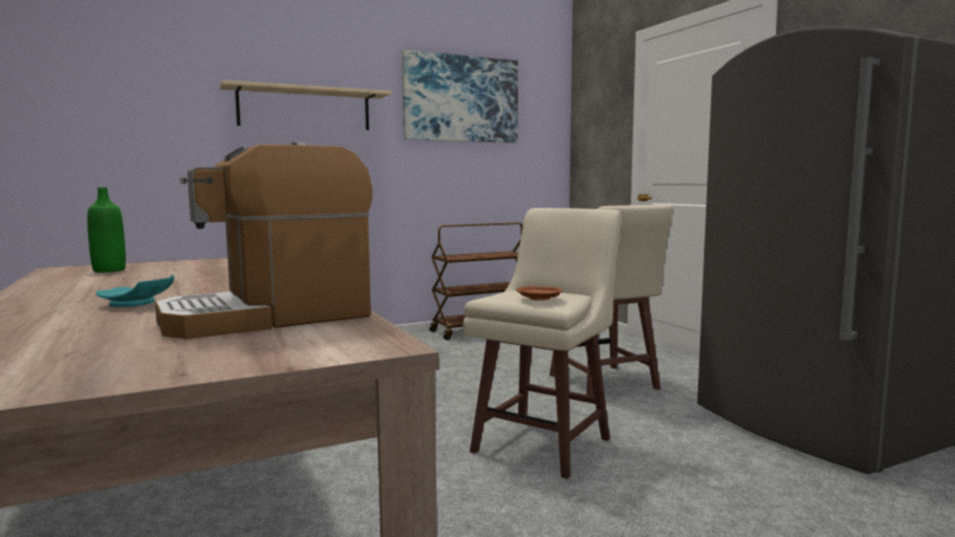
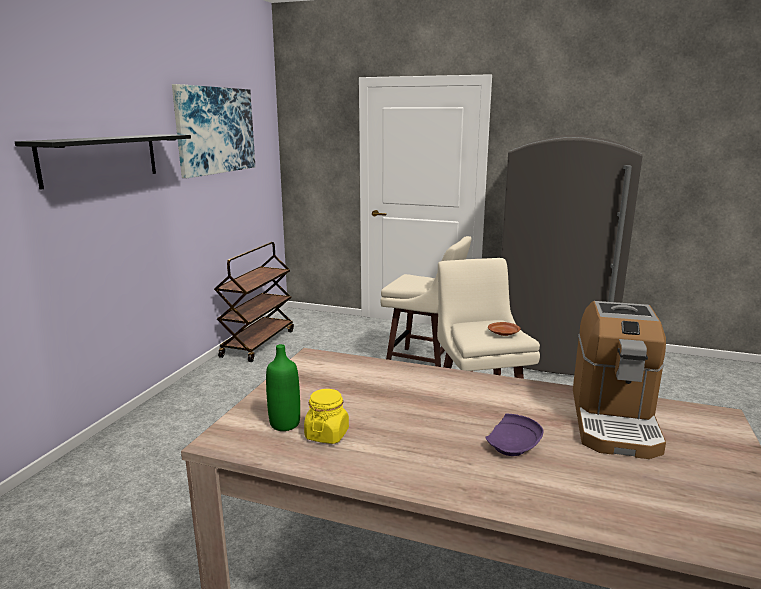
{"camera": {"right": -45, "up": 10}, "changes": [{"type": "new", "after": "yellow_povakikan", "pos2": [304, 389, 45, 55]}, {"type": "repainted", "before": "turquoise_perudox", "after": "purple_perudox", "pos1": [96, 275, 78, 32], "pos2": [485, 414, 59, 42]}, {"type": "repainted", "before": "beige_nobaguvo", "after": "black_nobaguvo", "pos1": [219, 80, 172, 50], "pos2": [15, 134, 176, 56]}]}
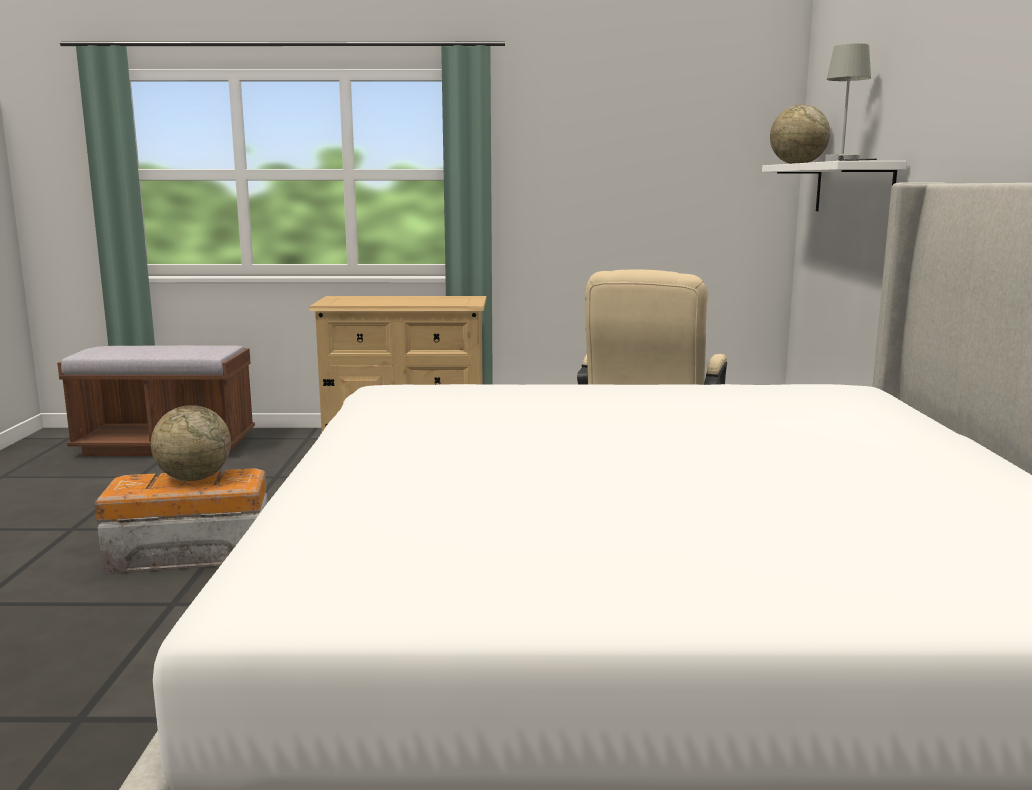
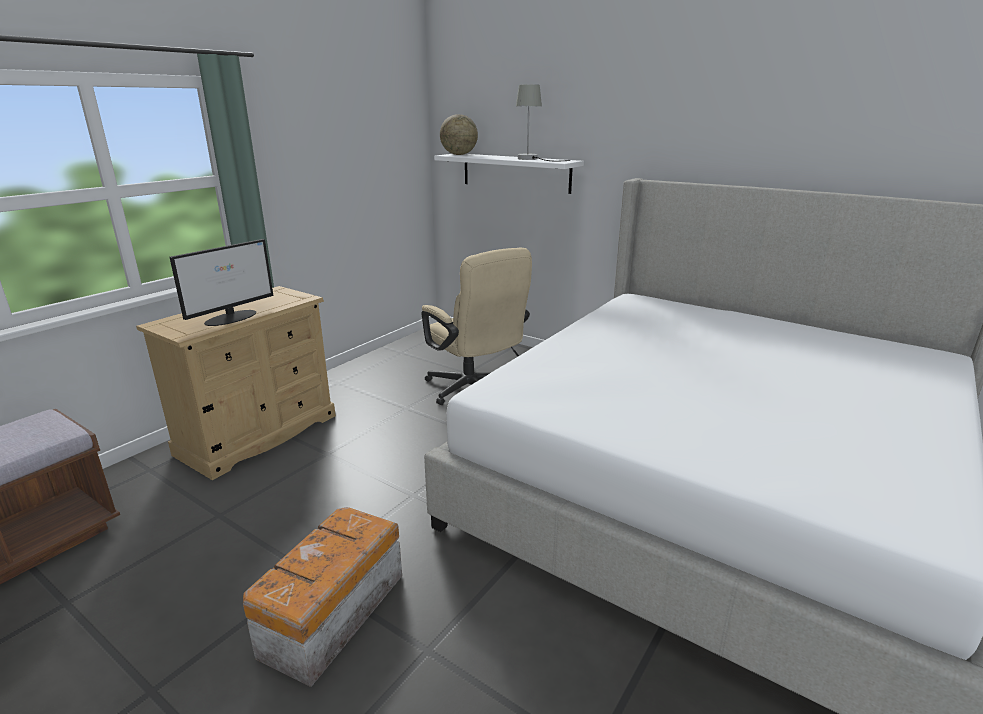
{"camera": {"right": -55, "up": 10}, "changes": [{"type": "gone", "before": "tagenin", "pos1": [151, 405, 80, 76]}, {"type": "new", "after": "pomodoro", "pos2": [170, 239, 104, 87]}]}
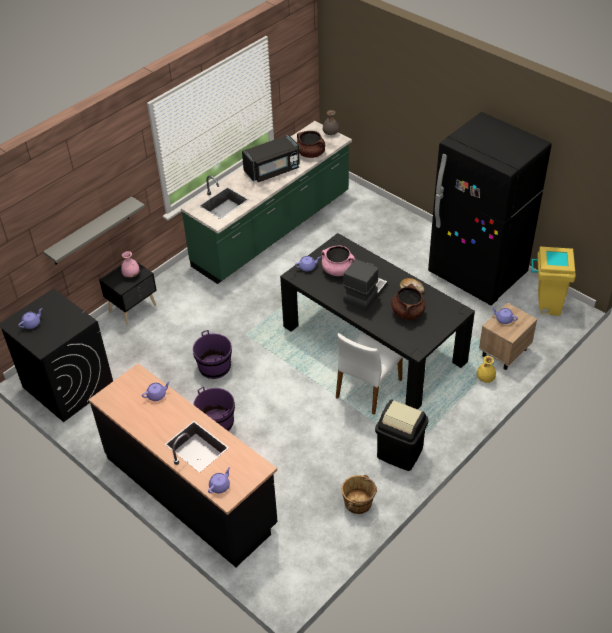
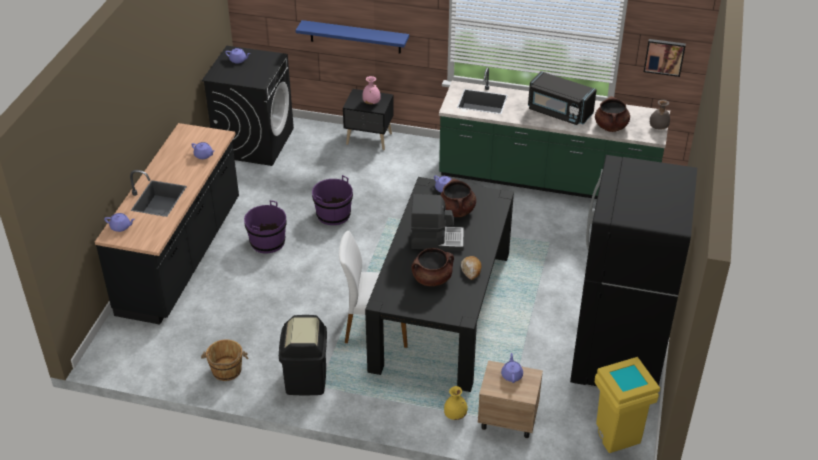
{"camera": {"right": 60, "up": -5}, "changes": [{"type": "new", "after": "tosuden", "pos2": [644, 39, 42, 38]}, {"type": "repainted", "before": "grey_nobaguvo", "after": "blue_nobaguvo", "pos1": [43, 196, 102, 69], "pos2": [295, 20, 114, 34]}, {"type": "repainted", "before": "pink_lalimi", "after": "brown_lalimi", "pos1": [321, 245, 35, 31], "pos2": [440, 178, 36, 39]}]}
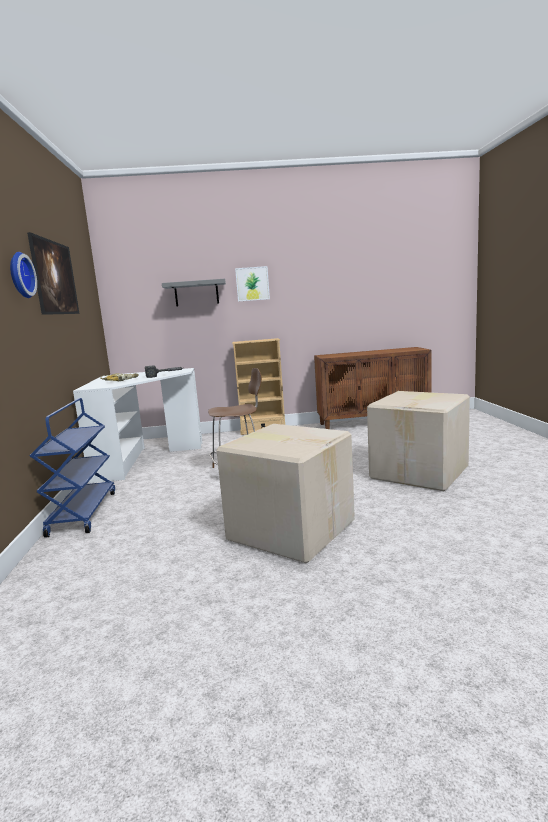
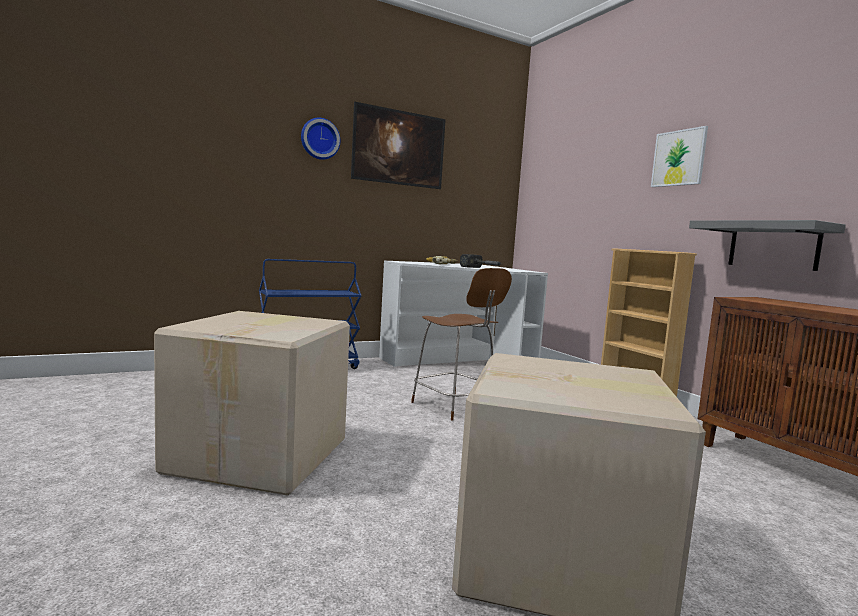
{"camera": {"right": 65, "up": -5}, "changes": [{"type": "shifted", "before": "grey_nobaguvo", "pos1": [162, 279, 64, 28], "pos2": [689, 220, 157, 51]}]}
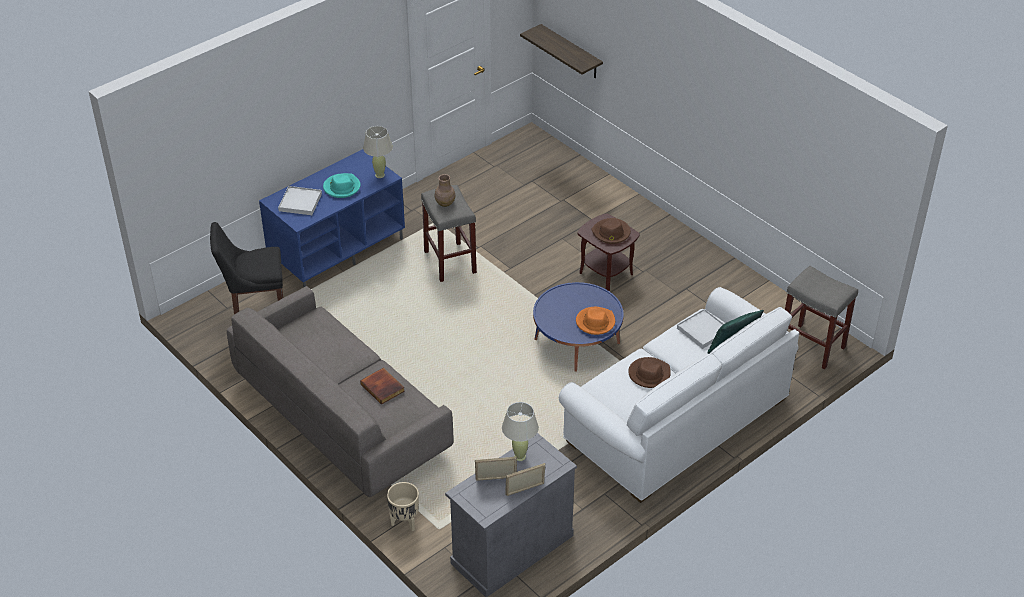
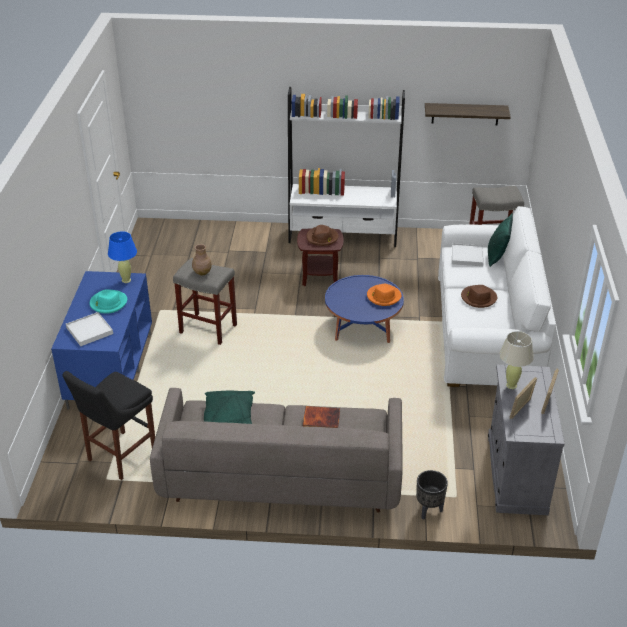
{"camera": {"right": -45, "up": -5}, "changes": [{"type": "new", "after": "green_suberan", "pos2": [204, 391, 51, 33]}, {"type": "new", "after": "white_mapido", "pos2": [288, 87, 117, 160]}, {"type": "shifted", "before": "nobaguvo", "pos1": [520, 24, 83, 55], "pos2": [425, 103, 86, 23]}, {"type": "repainted", "before": "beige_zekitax", "after": "blue_zekitax", "pos1": [363, 126, 30, 52], "pos2": [108, 231, 29, 52]}, {"type": "repainted", "before": "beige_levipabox", "after": "black_levipabox", "pos1": [387, 482, 32, 50], "pos2": [416, 470, 32, 49]}]}
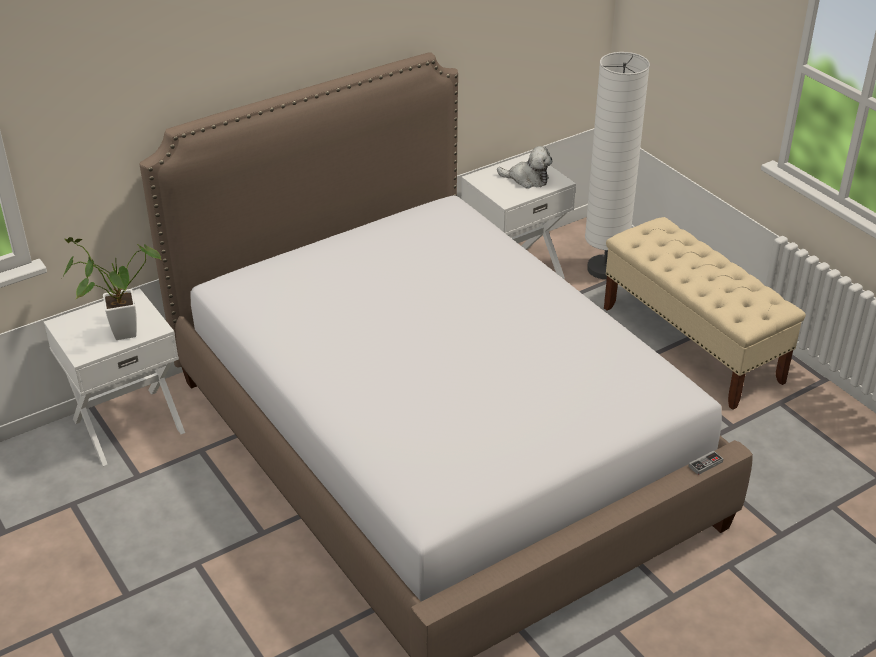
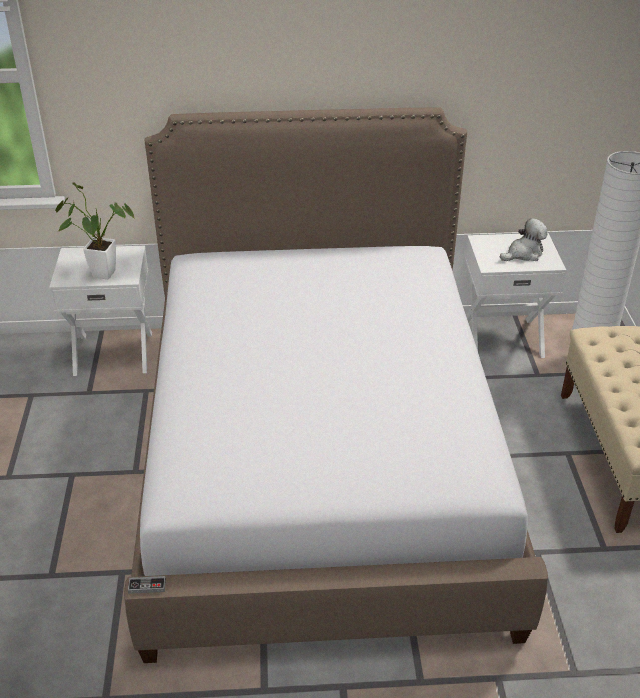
{"camera": {"right": 30, "up": 0}, "changes": [{"type": "shifted", "before": "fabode", "pos1": [688, 451, 35, 24], "pos2": [128, 576, 38, 18]}, {"type": "rotated", "before": "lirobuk", "pos1": [497, 146, 55, 42], "pos2": [500, 218, 47, 43], "turn": -75}]}
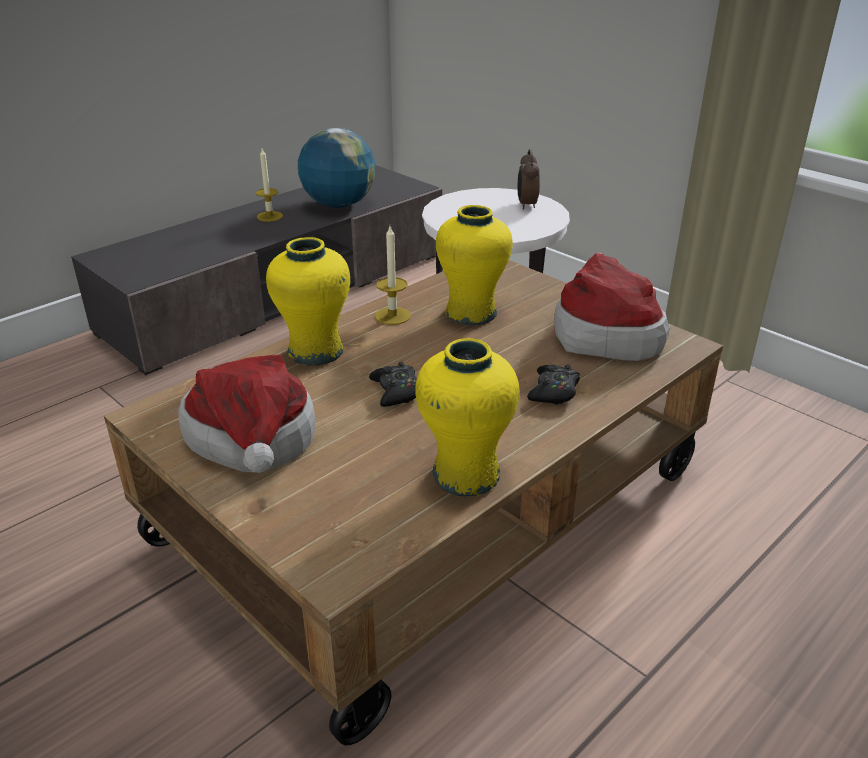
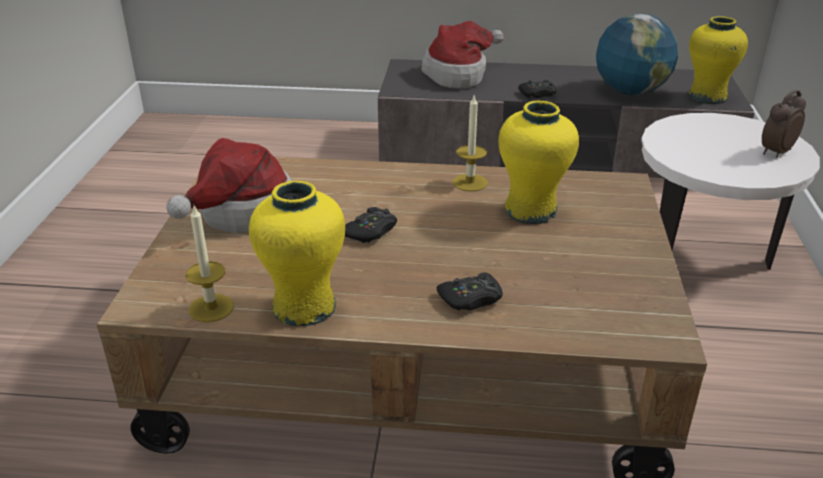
{"camera": {"right": 50, "up": 0}, "changes": [{"type": "new", "after": "black_fabode", "pos2": [518, 80, 39, 18]}, {"type": "shifted", "before": "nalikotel", "pos1": [256, 148, 27, 74], "pos2": [186, 204, 48, 118]}, {"type": "shifted", "before": "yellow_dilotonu", "pos1": [266, 237, 84, 129], "pos2": [689, 16, 59, 88]}, {"type": "shifted", "before": "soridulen", "pos1": [554, 253, 116, 108], "pos2": [422, 21, 82, 68]}]}
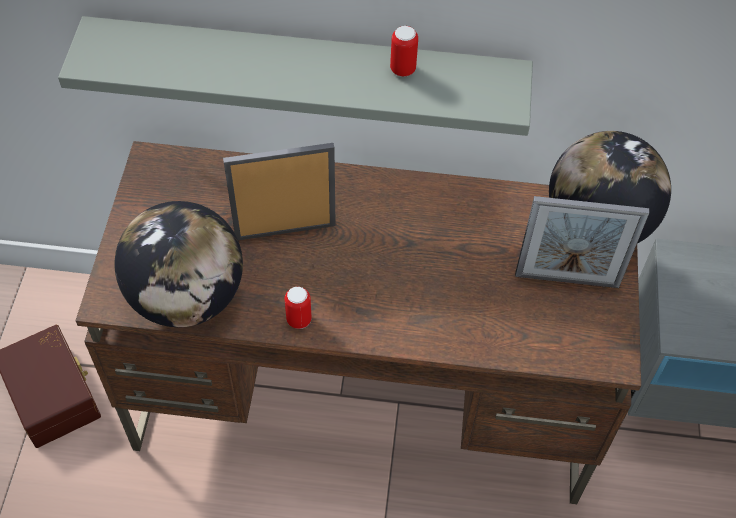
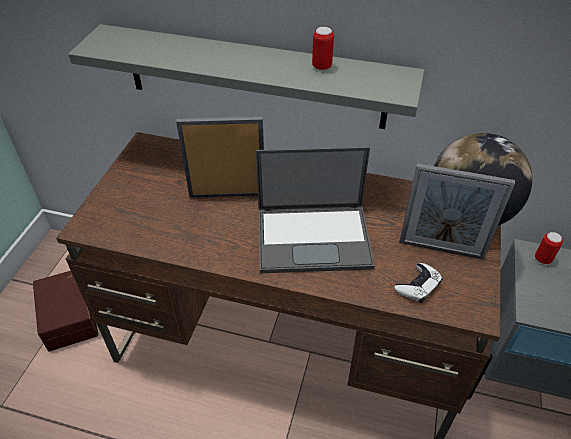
{"camera": {"right": 10, "up": -10}, "changes": [{"type": "gone", "before": "tagenin", "pos1": [114, 201, 129, 126]}, {"type": "new", "after": "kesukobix", "pos2": [256, 147, 119, 126]}, {"type": "new", "after": "white_fabode", "pos2": [394, 263, 48, 40]}, {"type": "shifted", "before": "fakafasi", "pos1": [285, 286, 27, 43], "pos2": [535, 232, 28, 33]}]}
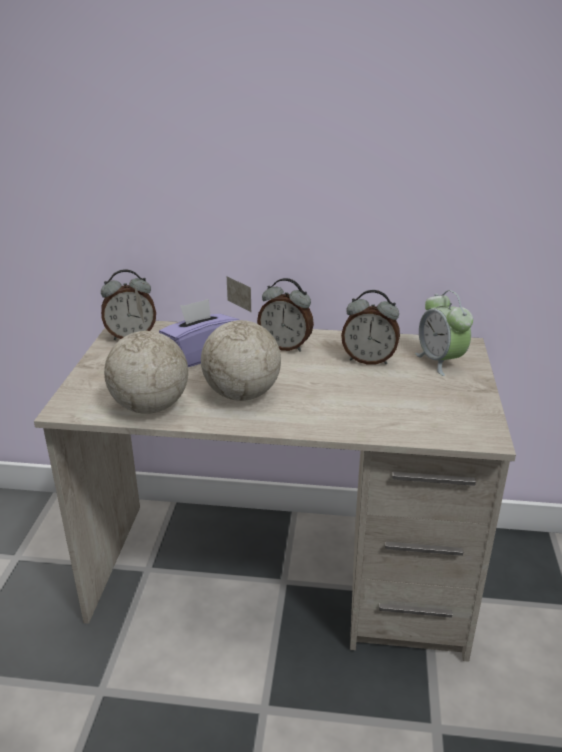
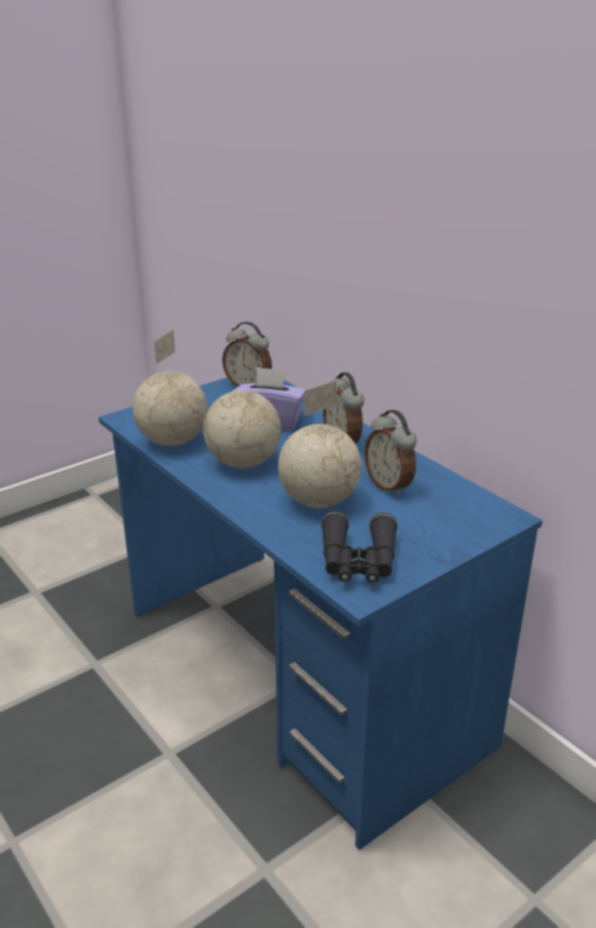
{"camera": {"right": 45, "up": 0}, "changes": [{"type": "gone", "before": "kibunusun", "pos1": [415, 290, 58, 86]}, {"type": "new", "after": "tagenin", "pos2": [278, 381, 83, 127]}, {"type": "new", "after": "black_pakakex", "pos2": [321, 511, 77, 73]}, {"type": "repainted", "before": "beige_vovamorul", "after": "blue_vovamorul", "pos1": [34, 321, 482, 341], "pos2": [99, 377, 444, 473]}]}
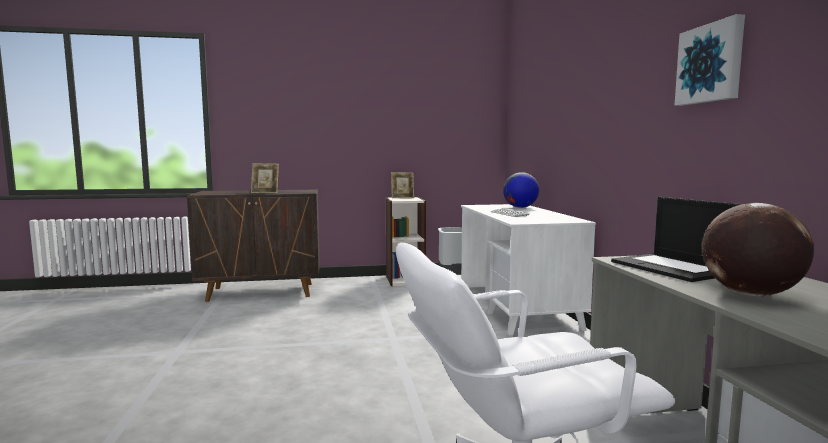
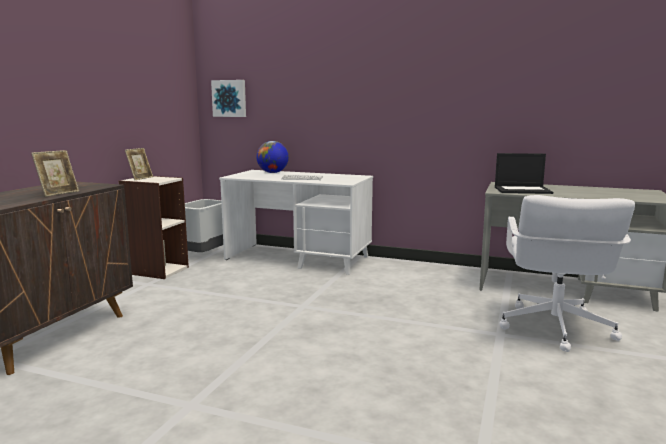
{"camera": {"right": -60, "up": 5}, "changes": [{"type": "gone", "before": "tagenin", "pos1": [702, 203, 112, 93]}, {"type": "shifted", "before": "tosuden", "pos1": [675, 14, 70, 92], "pos2": [211, 80, 35, 37]}]}
